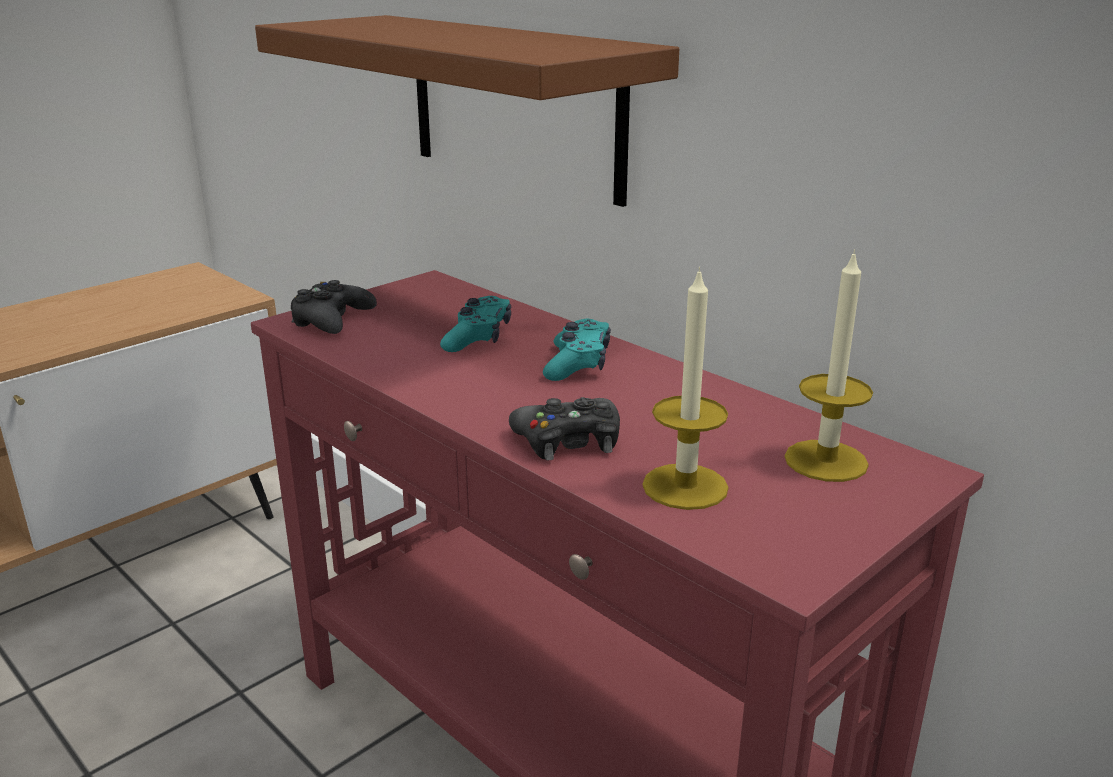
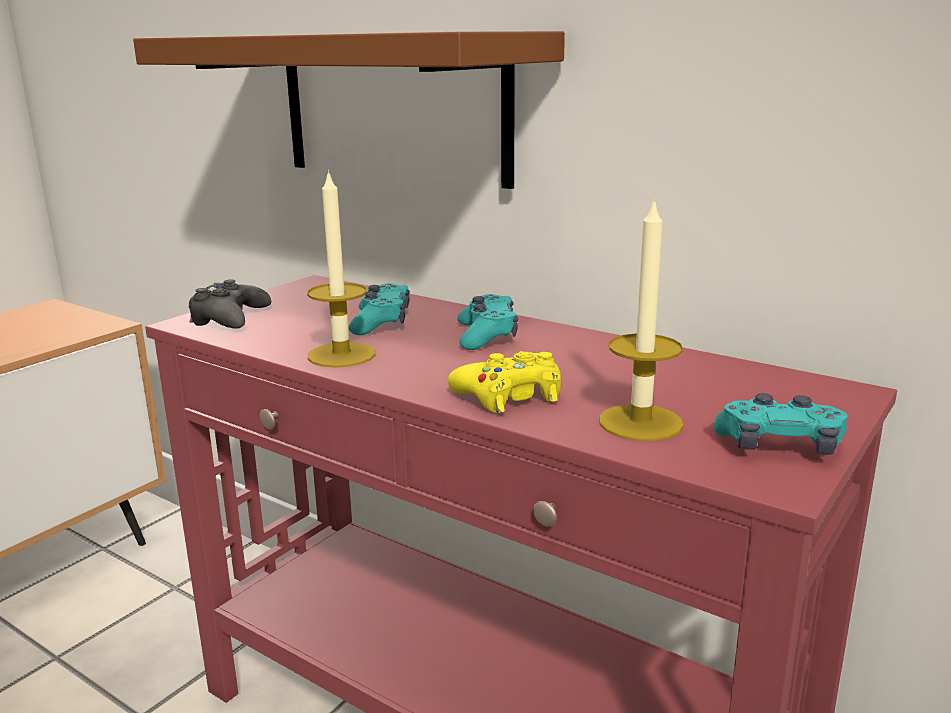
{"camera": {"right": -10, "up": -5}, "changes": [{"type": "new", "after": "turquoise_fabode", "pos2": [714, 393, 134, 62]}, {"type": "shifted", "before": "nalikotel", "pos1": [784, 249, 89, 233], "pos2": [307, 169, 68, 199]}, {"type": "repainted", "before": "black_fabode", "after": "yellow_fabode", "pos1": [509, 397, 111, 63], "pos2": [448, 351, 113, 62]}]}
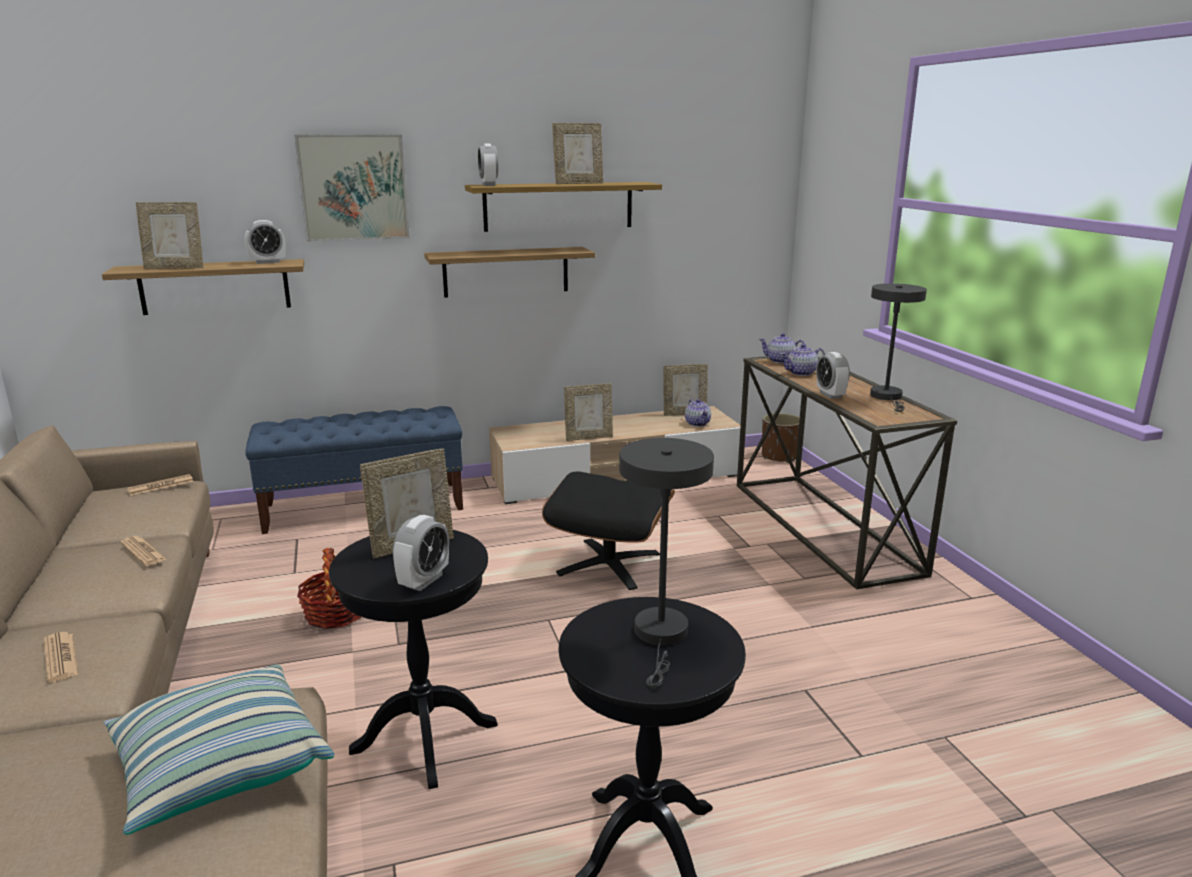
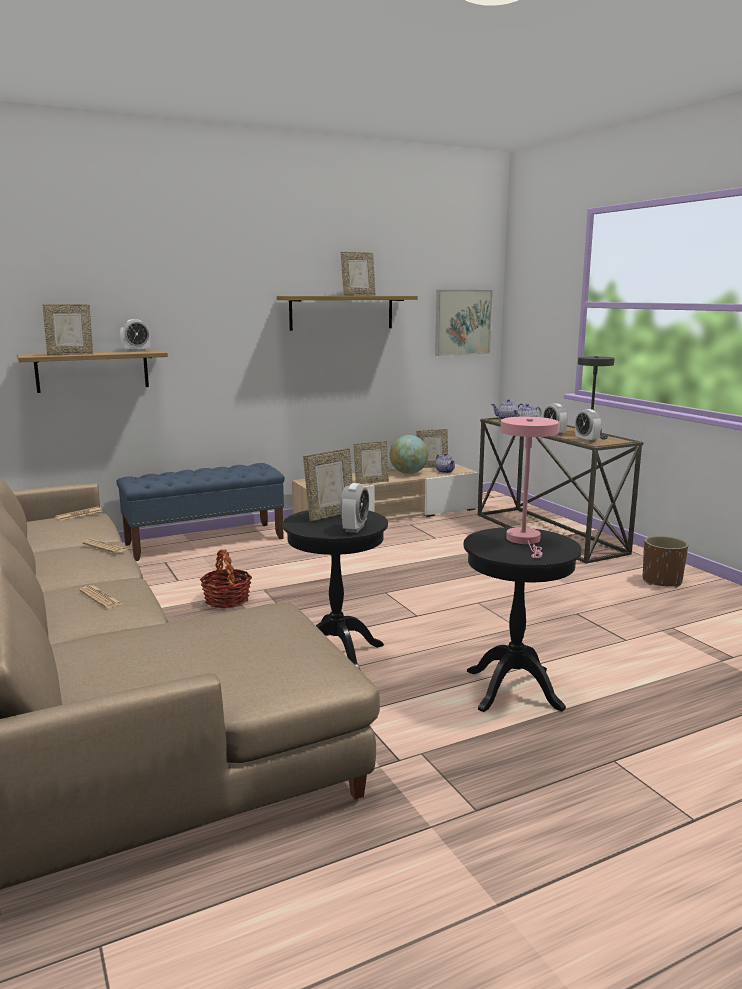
{"camera": {"right": -10, "up": -5}, "changes": [{"type": "gone", "before": "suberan", "pos1": [103, 664, 231, 171]}, {"type": "gone", "before": "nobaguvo", "pos1": [424, 247, 171, 51]}, {"type": "gone", "before": "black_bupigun", "pos1": [542, 472, 133, 118]}, {"type": "new", "after": "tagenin", "pos2": [389, 435, 39, 39]}, {"type": "shifted", "before": "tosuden", "pos1": [294, 134, 116, 108], "pos2": [435, 290, 58, 66]}, {"type": "shifted", "before": "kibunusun", "pos1": [478, 143, 20, 43], "pos2": [575, 409, 27, 34]}, {"type": "shifted", "before": "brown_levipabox", "pos1": [762, 413, 38, 50], "pos2": [643, 536, 45, 52]}, {"type": "repainted", "before": "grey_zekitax", "after": "pink_zekitax", "pos1": [619, 438, 95, 249], "pos2": [500, 417, 59, 141]}]}
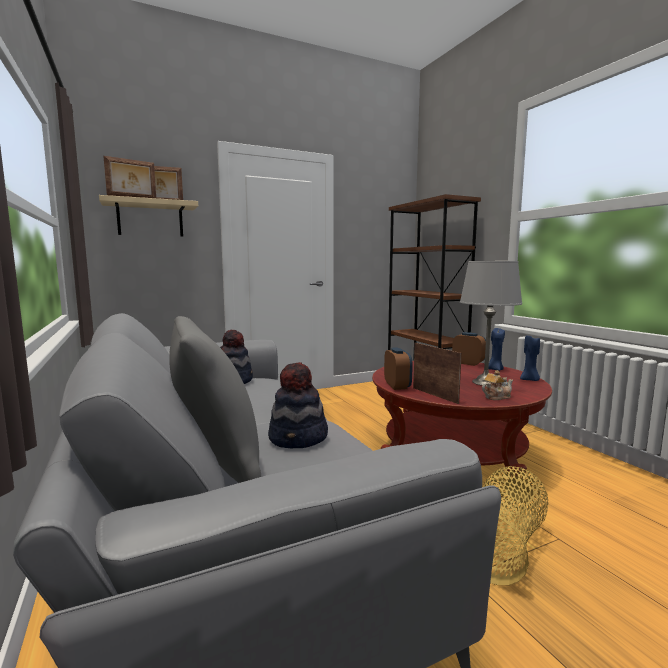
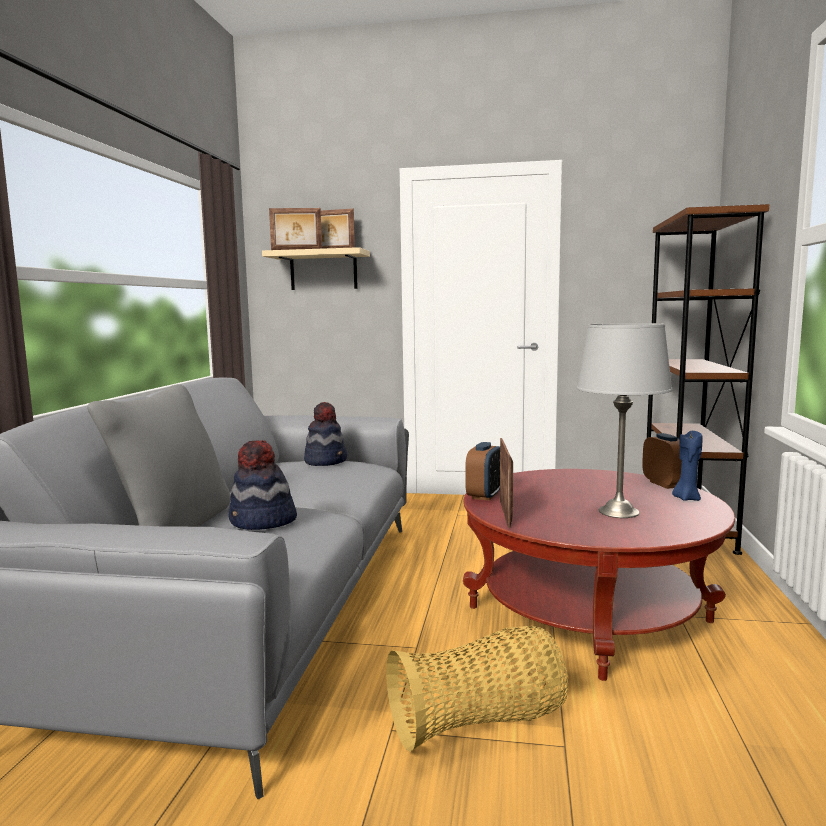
{"camera": {"right": 35, "up": 0}, "changes": [{"type": "gone", "before": "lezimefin", "pos1": [482, 370, 31, 30]}, {"type": "gone", "before": "blue_nalikotel", "pos1": [520, 336, 20, 45]}]}
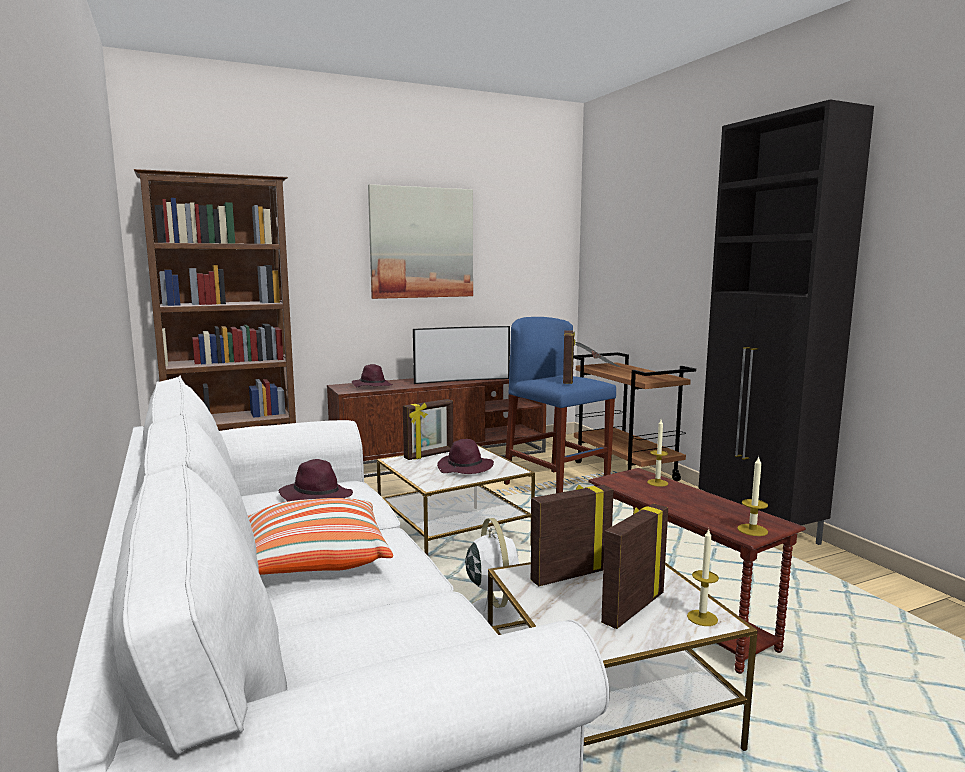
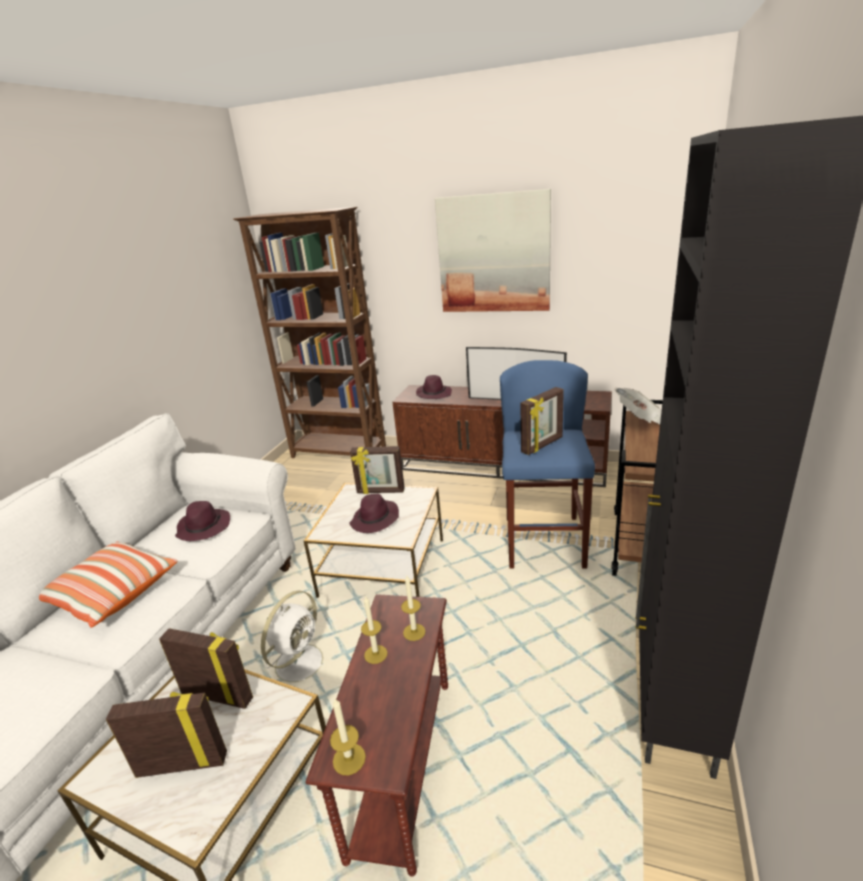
{"camera": {"right": 45, "up": 15}, "changes": [{"type": "shifted", "before": "nalikotel", "pos1": [687, 528, 32, 98], "pos2": [361, 597, 27, 67]}]}
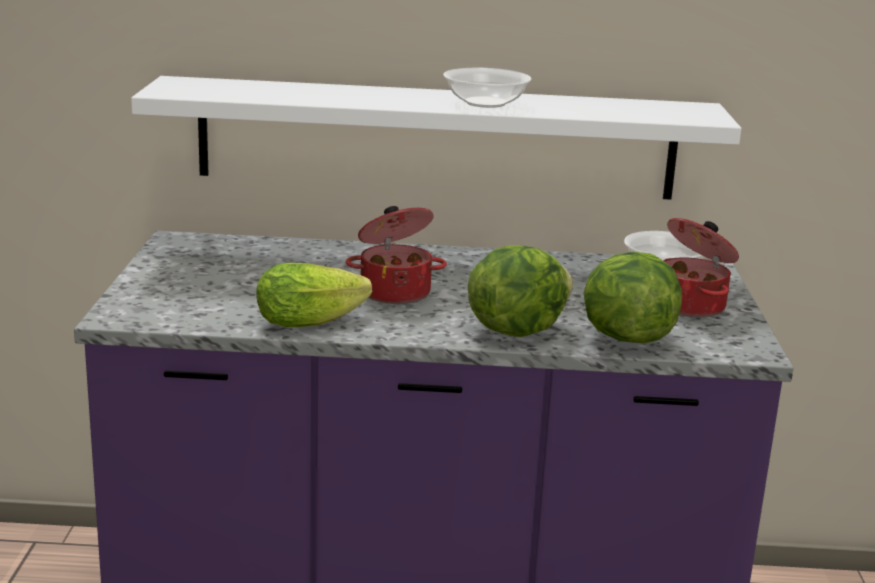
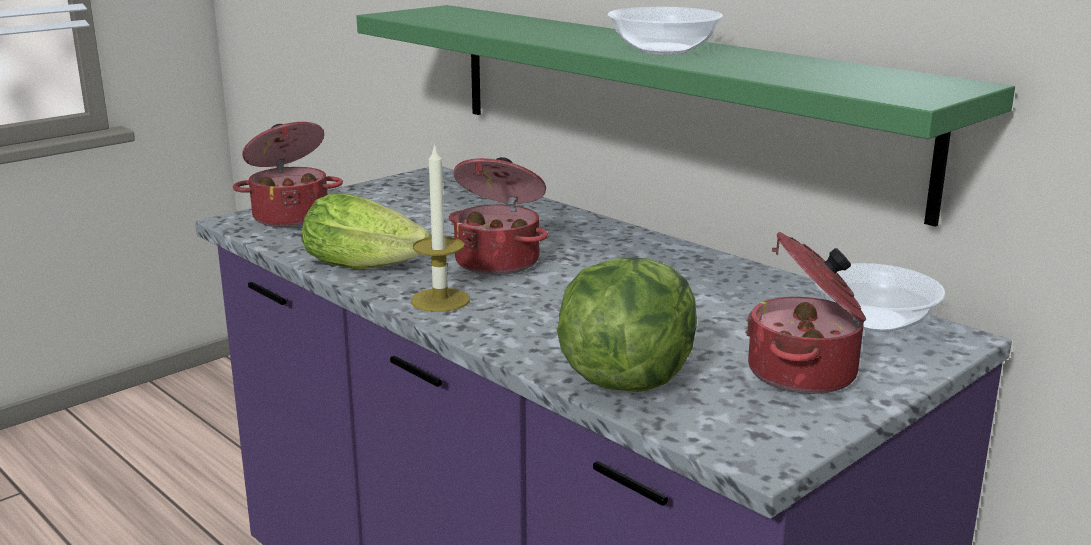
{"camera": {"right": 45, "up": 0}, "changes": [{"type": "gone", "before": "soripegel", "pos1": [468, 245, 105, 92]}, {"type": "new", "after": "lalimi", "pos2": [233, 122, 110, 105]}, {"type": "new", "after": "nalikotel", "pos2": [411, 143, 59, 169]}, {"type": "repainted", "before": "white_nobaguvo", "after": "green_nobaguvo", "pos1": [131, 76, 610, 124], "pos2": [356, 5, 659, 222]}]}
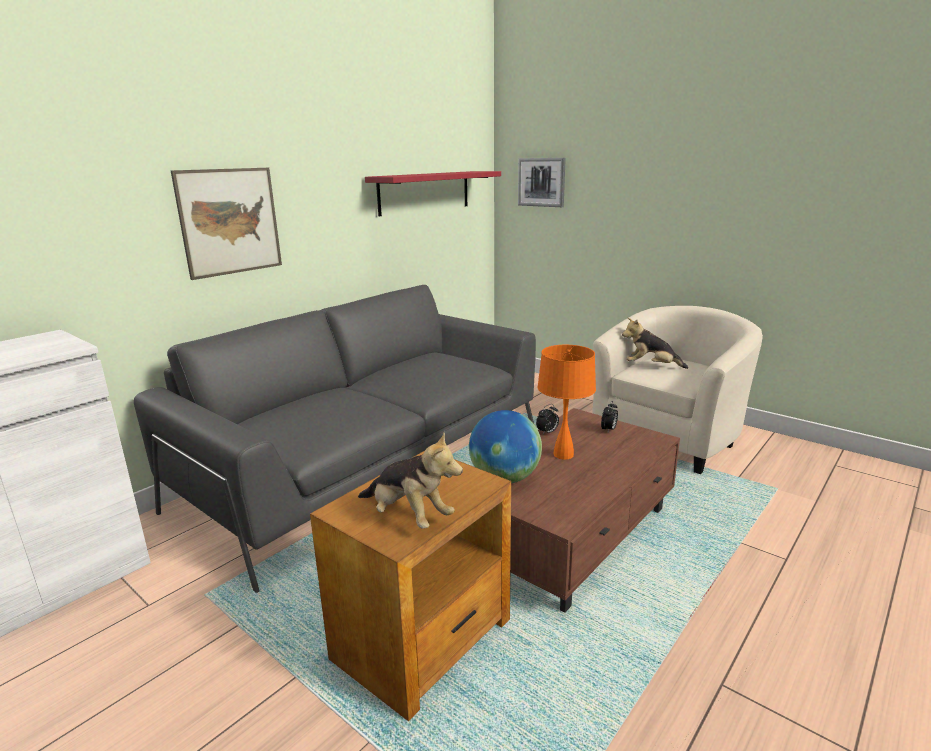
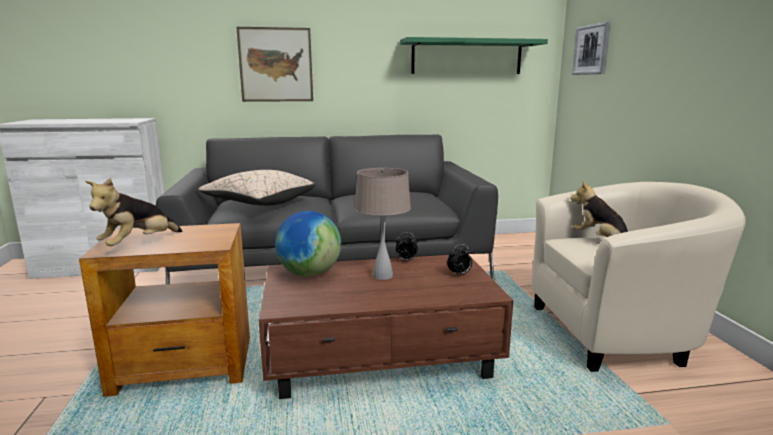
{"camera": {"right": 40, "up": -5}, "changes": [{"type": "new", "after": "beige_suberan", "pos2": [198, 170, 117, 36]}, {"type": "repainted", "before": "red_nobaguvo", "after": "green_nobaguvo", "pos1": [365, 171, 136, 45], "pos2": [400, 37, 148, 37]}, {"type": "repainted", "before": "orange_zekitax", "after": "beige_zekitax", "pos1": [537, 345, 59, 115], "pos2": [355, 168, 56, 112]}, {"type": "rotated", "before": "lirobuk", "pos1": [358, 432, 105, 96], "pos2": [85, 178, 97, 68], "turn": 45}]}
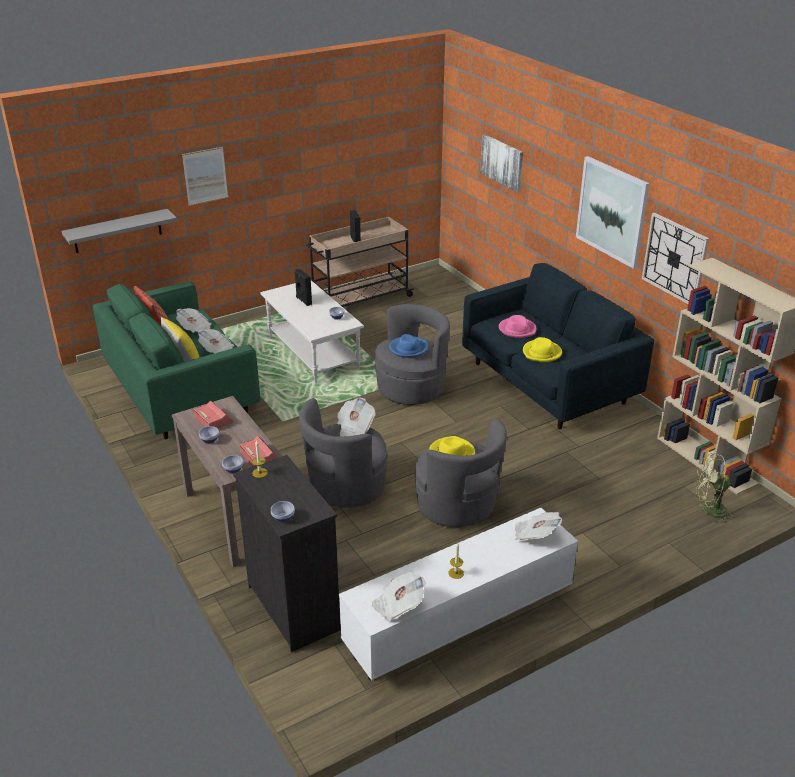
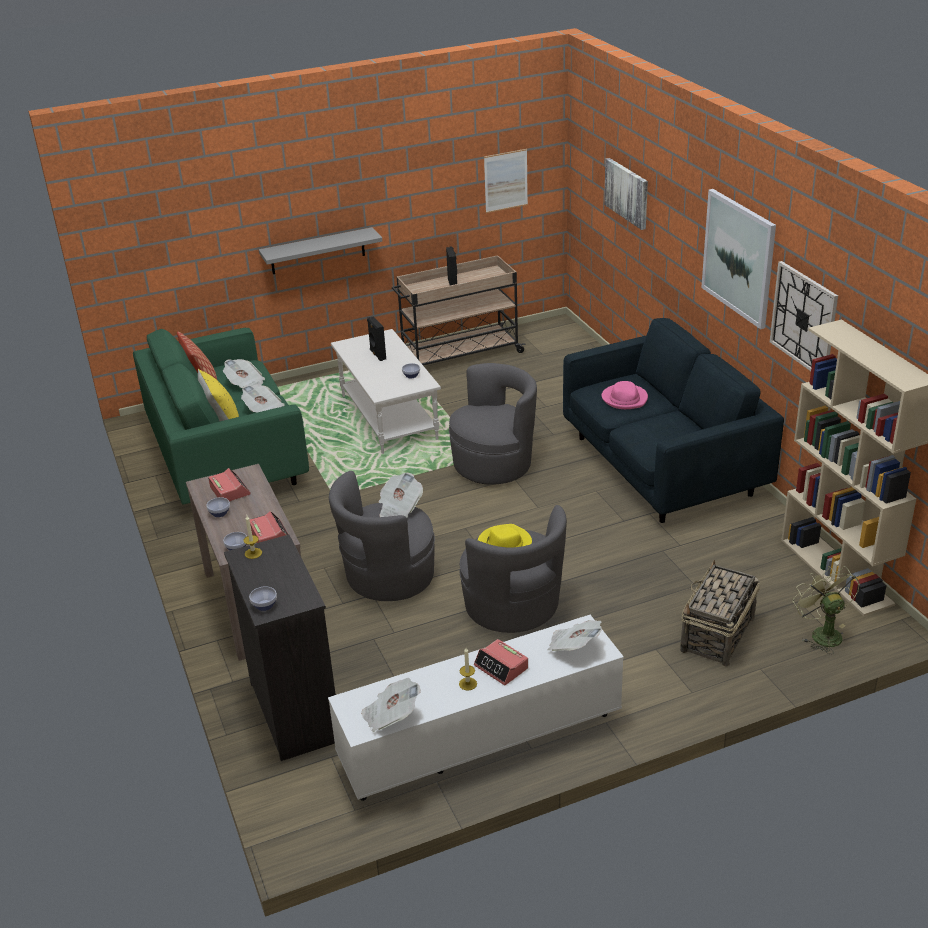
{"camera": {"right": 10, "up": 0}, "changes": [{"type": "gone", "before": "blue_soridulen", "pos1": [389, 334, 39, 24]}, {"type": "gone", "before": "yellow_soridulen", "pos1": [523, 337, 39, 25]}, {"type": "new", "after": "kibunusun", "pos2": [474, 639, 54, 46]}, {"type": "new", "after": "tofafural", "pos2": [680, 560, 80, 107]}, {"type": "shifted", "before": "grey_nobaguvo", "pos1": [62, 209, 115, 44], "pos2": [259, 227, 123, 47]}, {"type": "shifted", "before": "tosuden", "pos1": [182, 147, 46, 59], "pos2": [484, 149, 44, 64]}, {"type": "rotated", "before": "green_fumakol", "pos1": [694, 453, 42, 70], "pos2": [793, 566, 67, 88], "turn": 60}]}
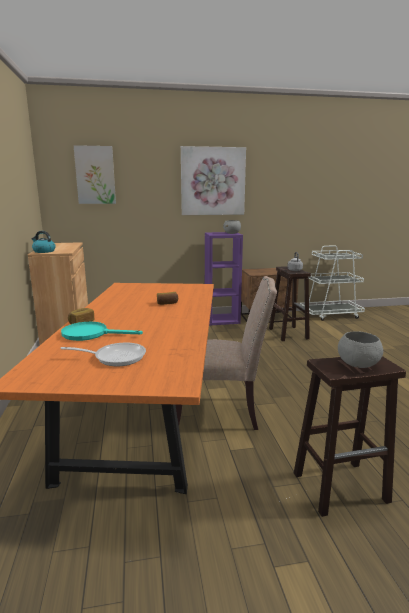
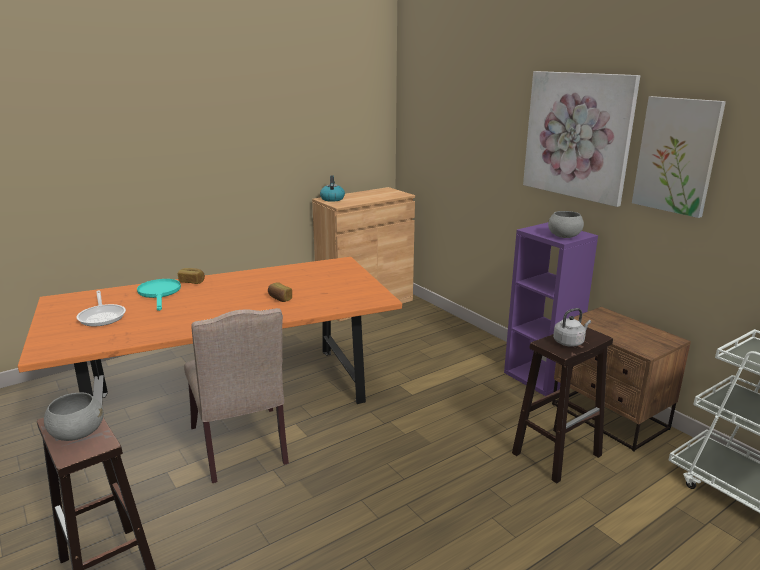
{"camera": {"right": 65, "up": 5}, "changes": [{"type": "shifted", "before": "tosuden", "pos1": [74, 145, 42, 59], "pos2": [632, 96, 94, 122]}]}
